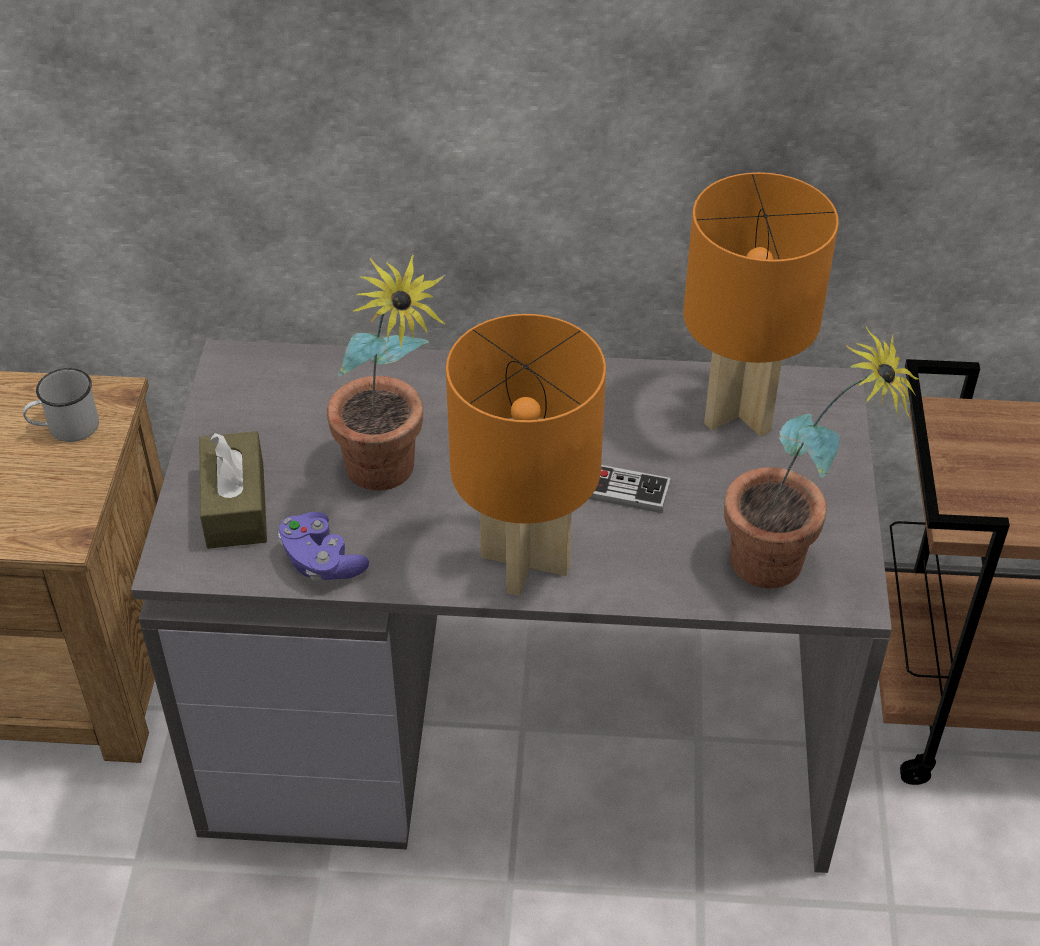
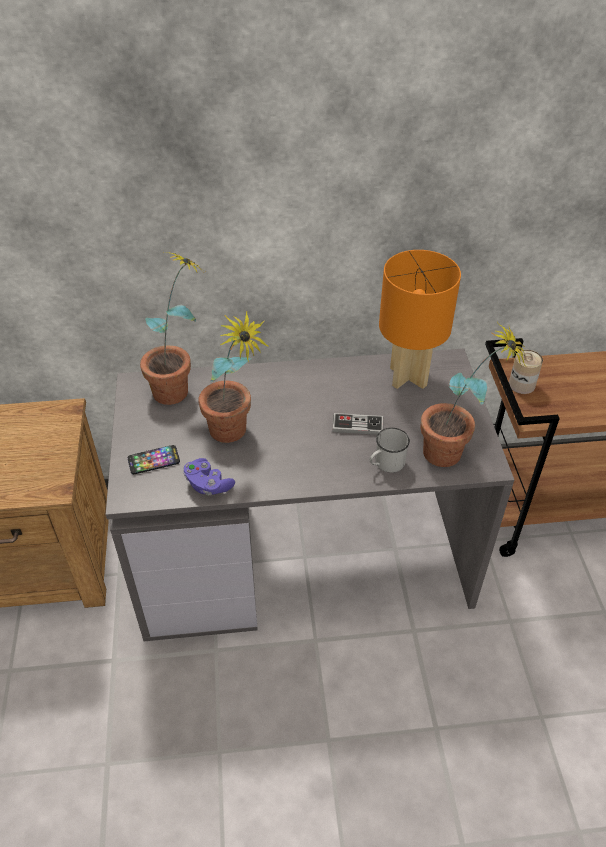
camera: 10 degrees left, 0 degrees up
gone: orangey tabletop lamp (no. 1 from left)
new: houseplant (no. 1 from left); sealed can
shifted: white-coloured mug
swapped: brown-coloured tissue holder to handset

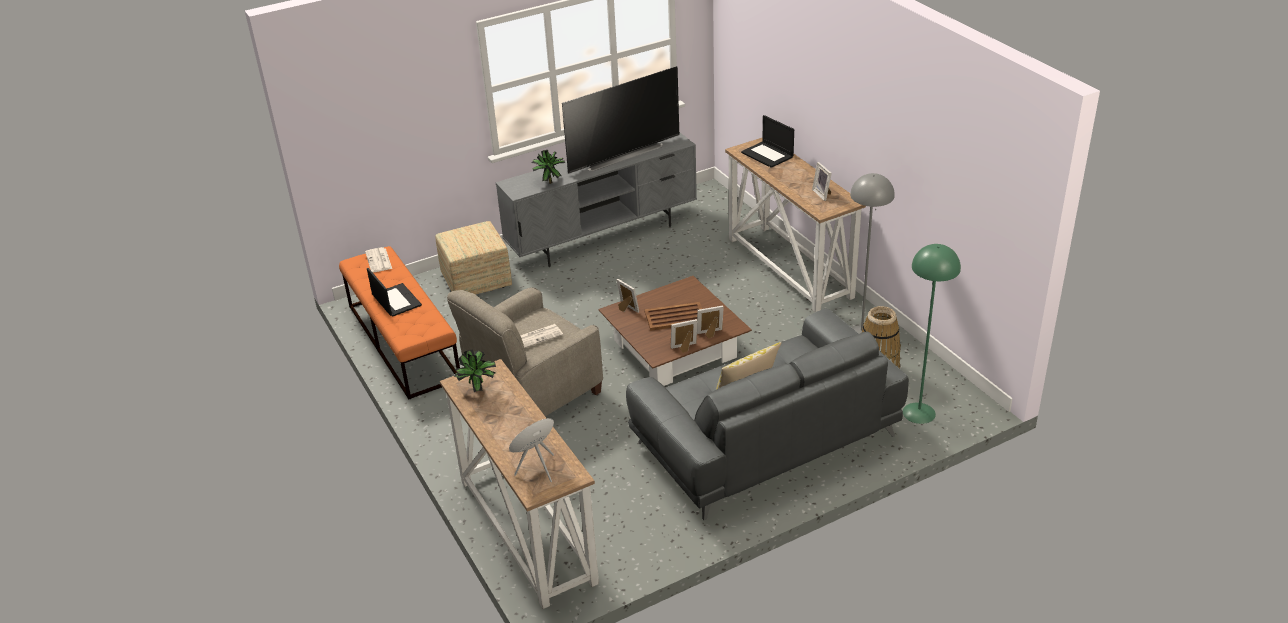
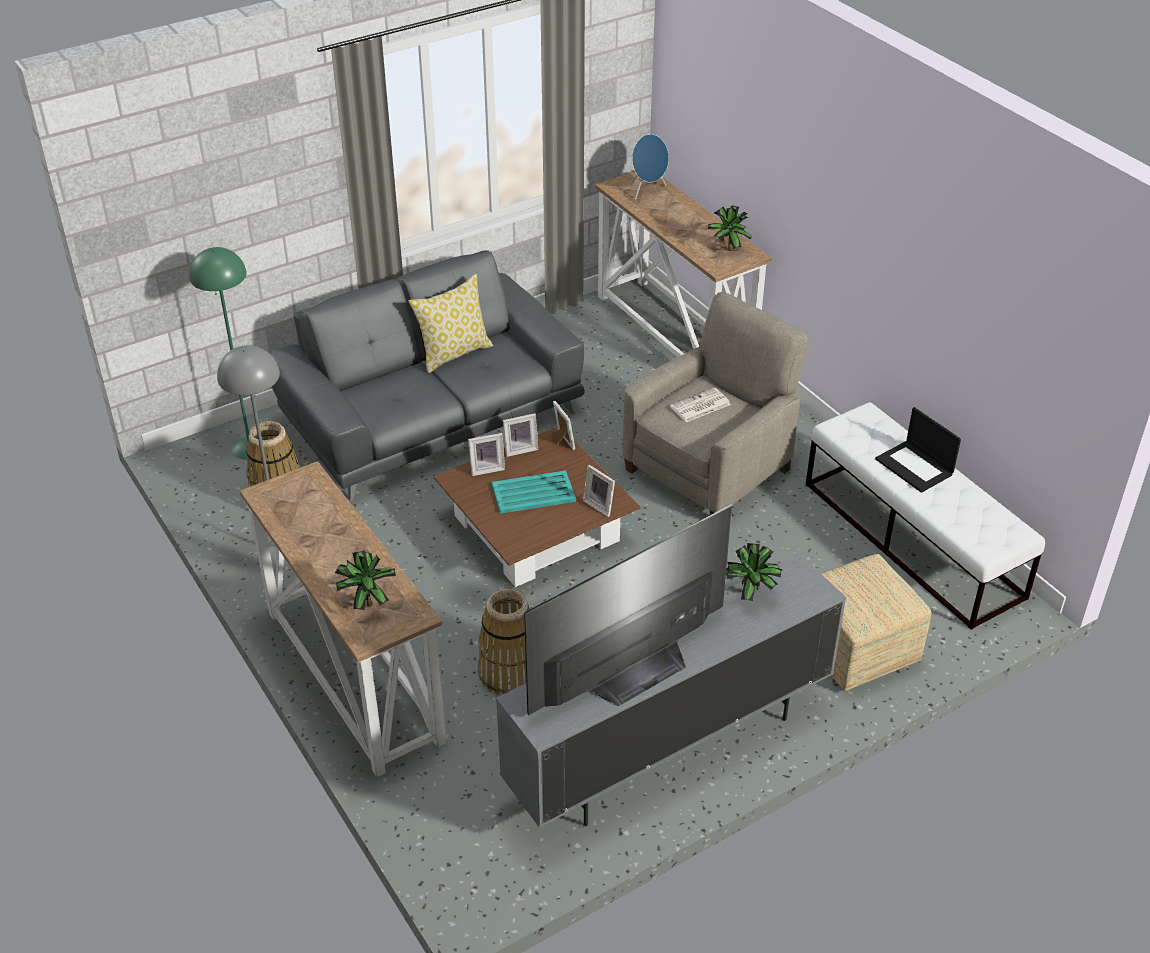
camera: 175 degrees right, 5 degrees up
gone: daily paper (no. 1 from left)
new: basket (no. 2 from left)
shifted: standing frame (no. 4 from left in the first image) to standing frame (no. 3 from left)
swapped: notebook computer (no. 2 from left) to houseplant (no. 1 from left)
repainted: brown-coloured tray to blue-green tray; orangey indoor bench to white-coloured indoor bench

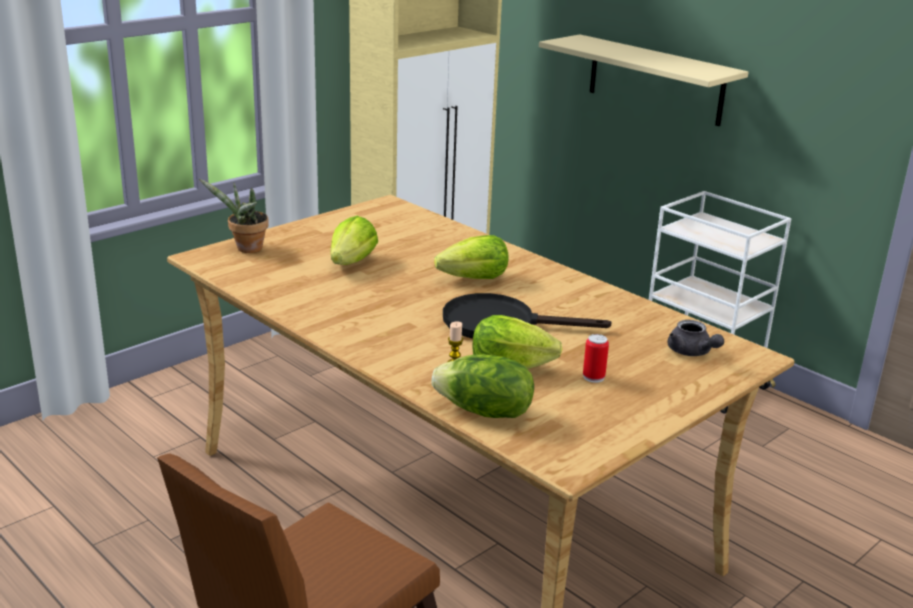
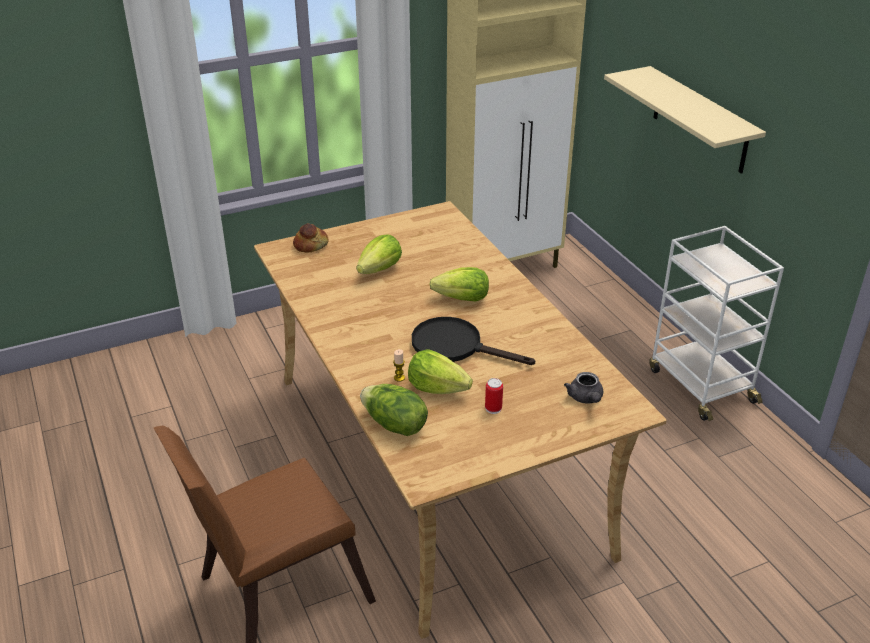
camera: 20 degrees right, 10 degrees up
swapped: houseplant to bread

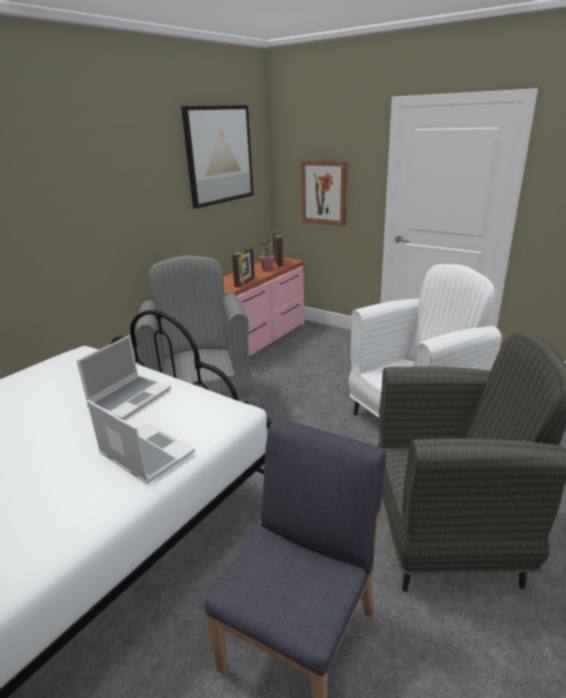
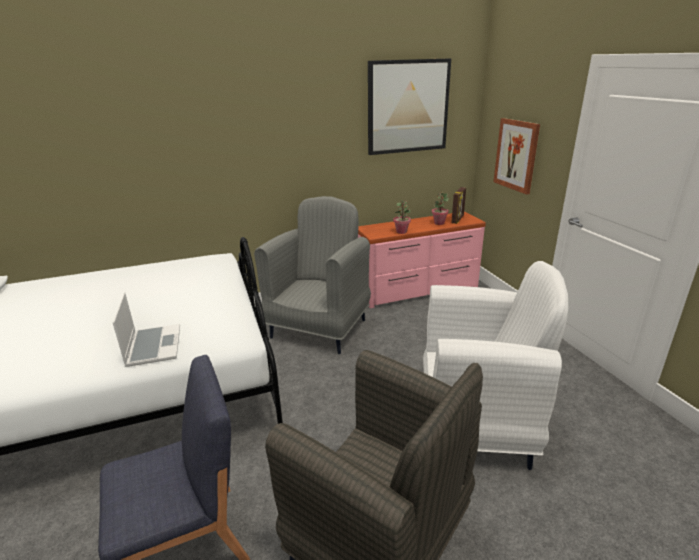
camera: 35 degrees right, 0 degrees up
gone: notebook computer (no. 1 from left)
swapped: standing frame (no. 1 from left) to houseplant (no. 1 from left)

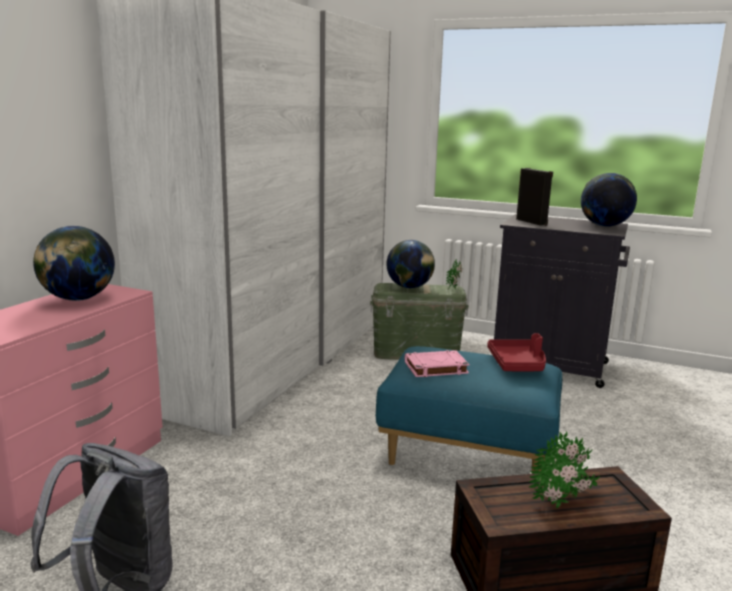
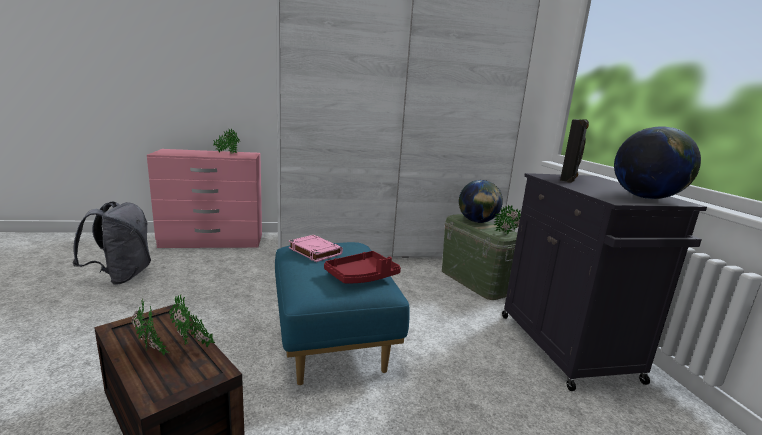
camera: 55 degrees right, 0 degrees up
swapped: desk globe (no. 1 from left) to houseplant (no. 3 from left)

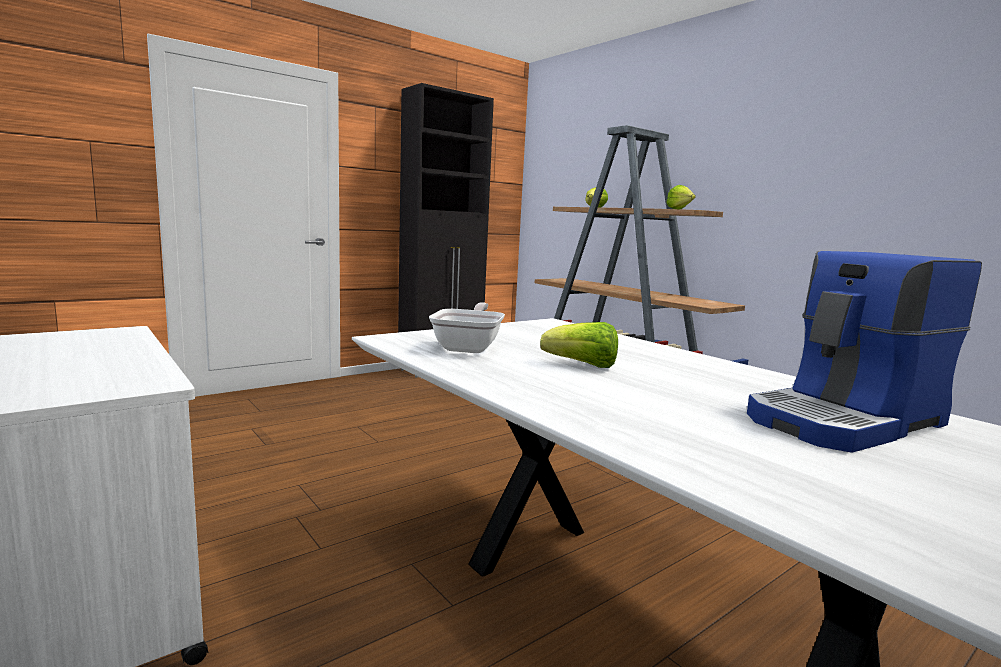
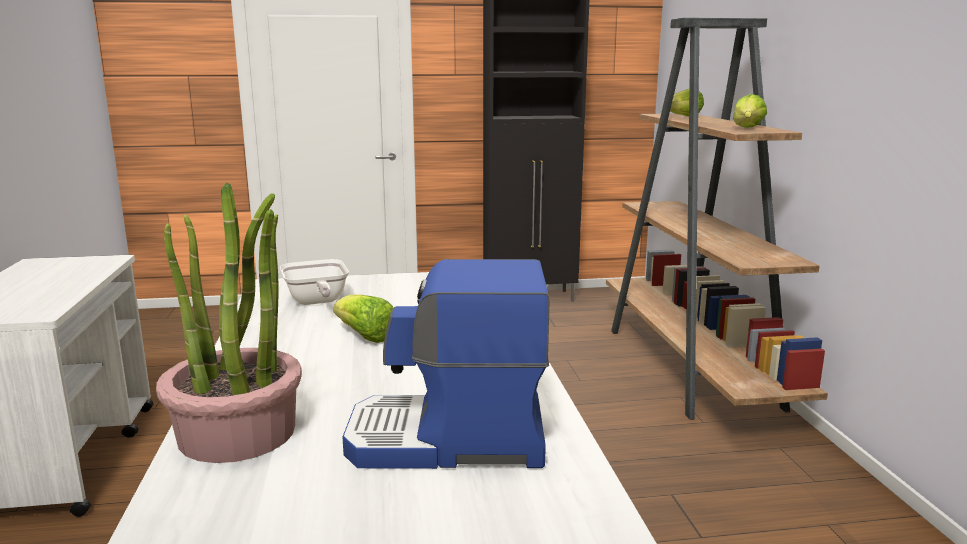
camera: 30 degrees right, 5 degrees up
new: houseplant
rotated: pan 120 degrees clockwise

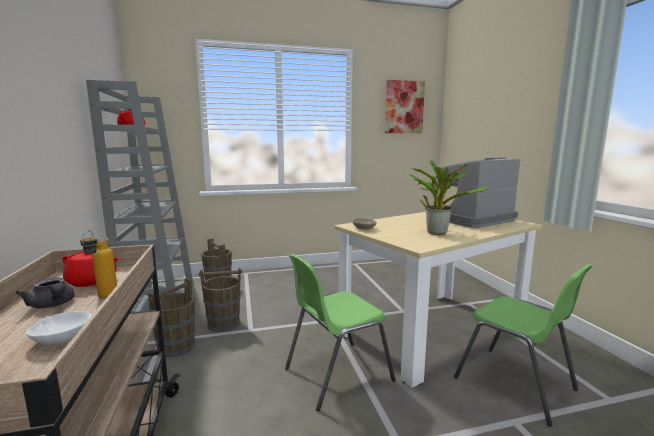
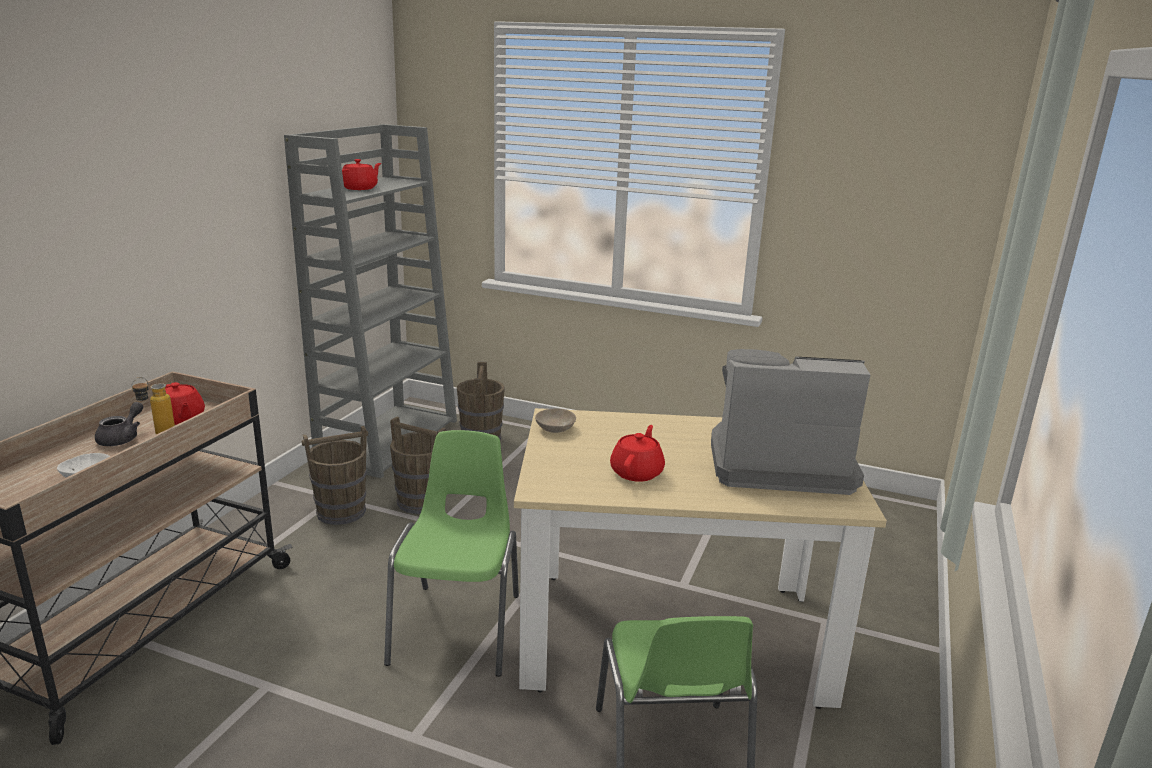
camera: 35 degrees right, 10 degrees up
gone: wall picture
swapped: houseplant to red-coloured pot for tea (no. 3 from left)
rotated: greyish pot for tea 150 degrees counterclockwise; green-coloured upright chair (no. 1 from left) 90 degrees clockwise

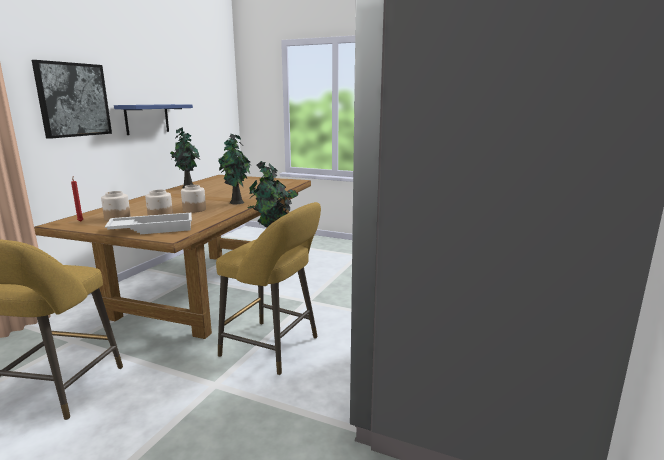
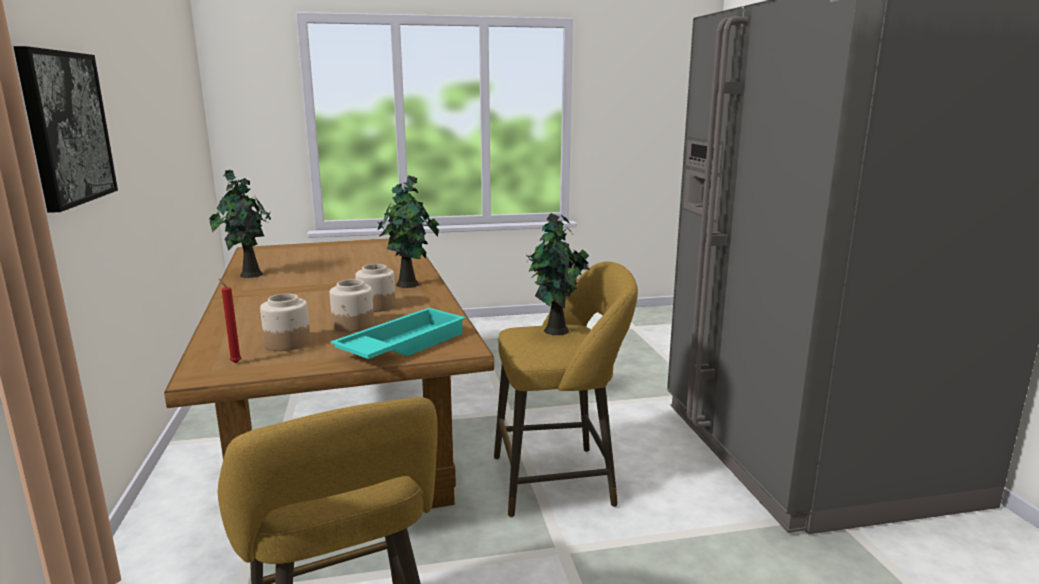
camera: 35 degrees left, 0 degrees up
gone: blue-coloured wall shelf
repainted: white-coloured tray to blue-green tray

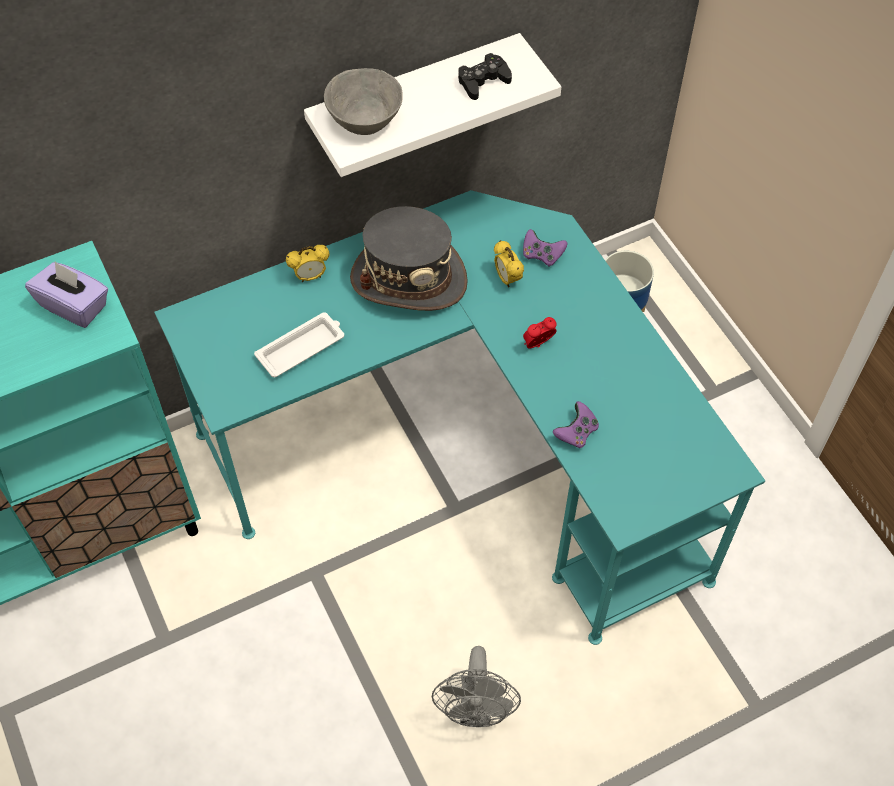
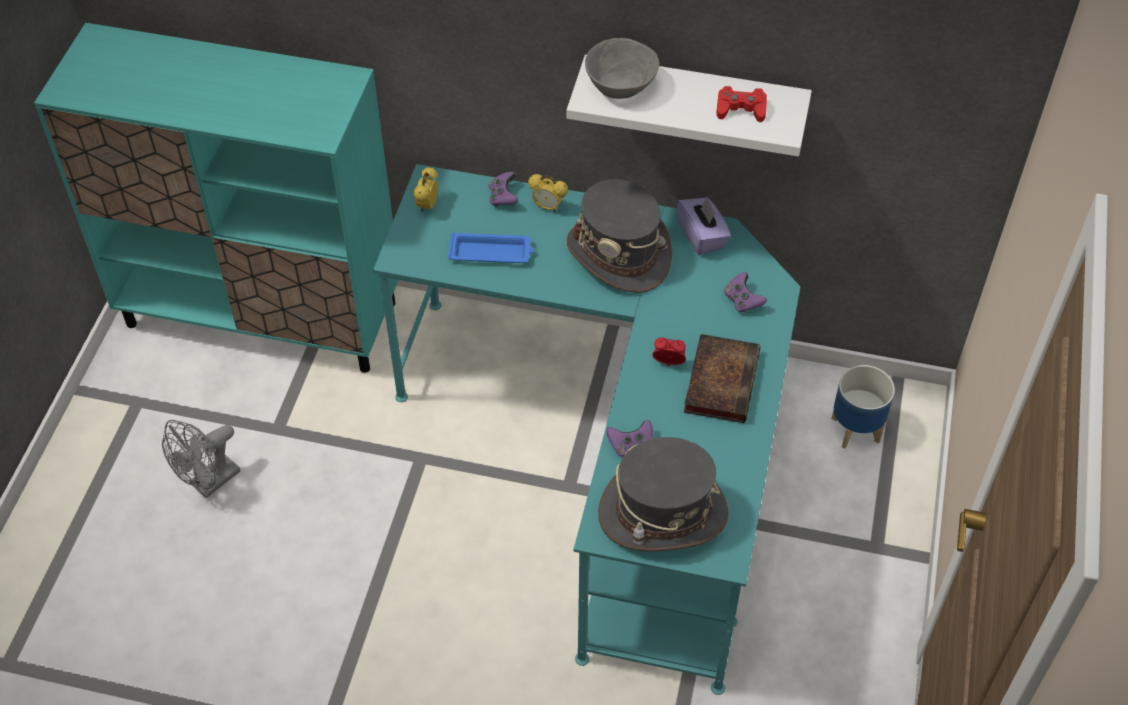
camera: 40 degrees right, 5 degrees down
new: purple gamepad (no. 1 from left); greyish hat (no. 2 from left); book
shifted: greyish electric fan; table clock (no. 2 from left in the first image) to table clock (no. 1 from left); purple tissue holder
repainted: white-coloured tray to blue-coloured tray; black gamepad to red-coloured gamepad

